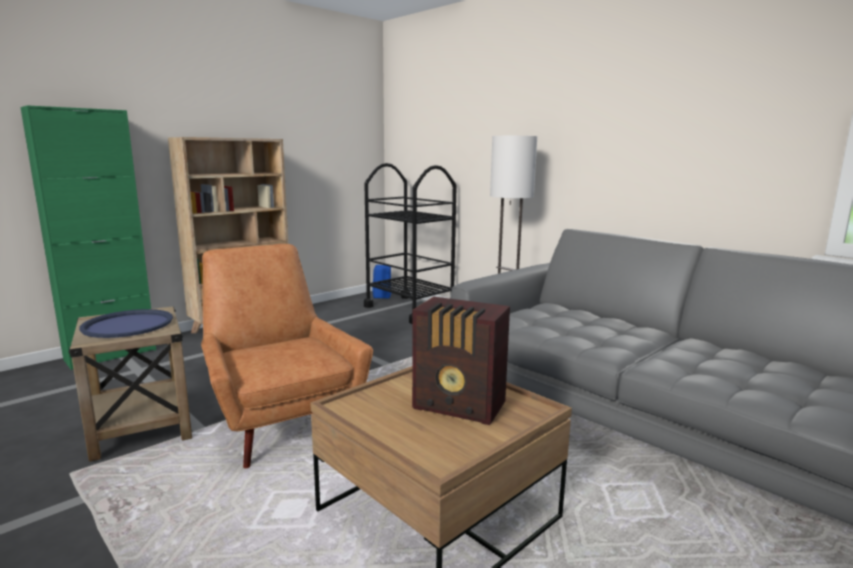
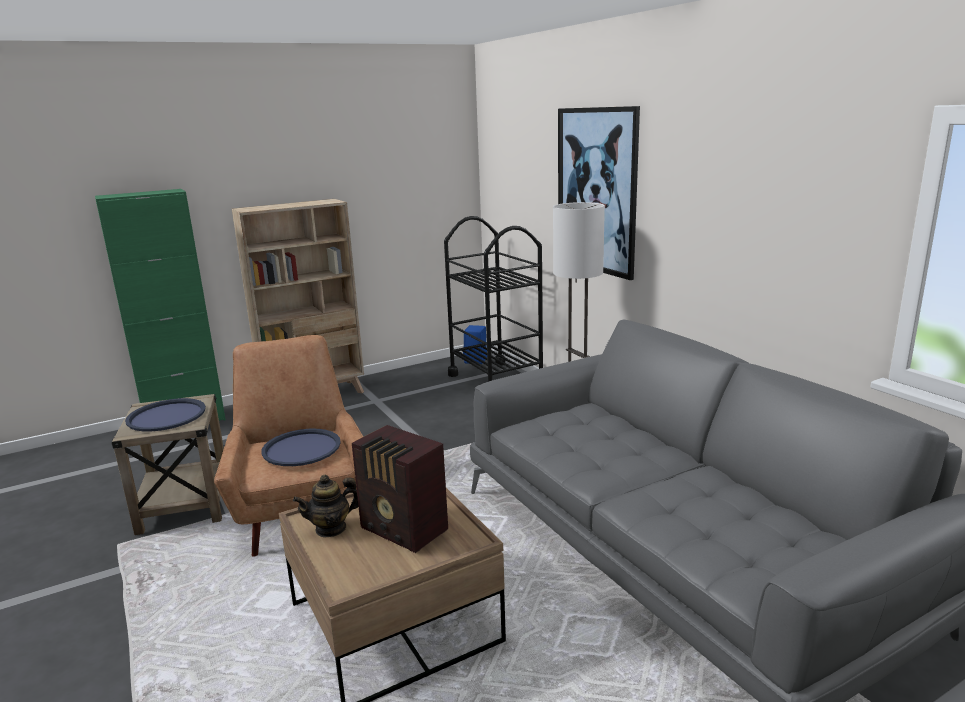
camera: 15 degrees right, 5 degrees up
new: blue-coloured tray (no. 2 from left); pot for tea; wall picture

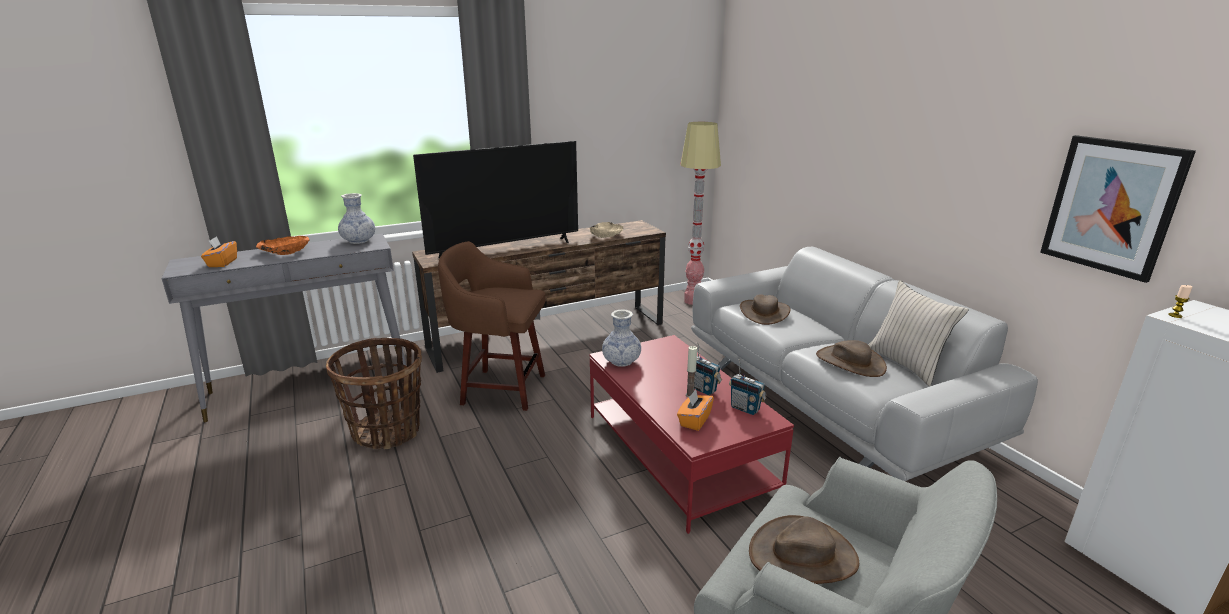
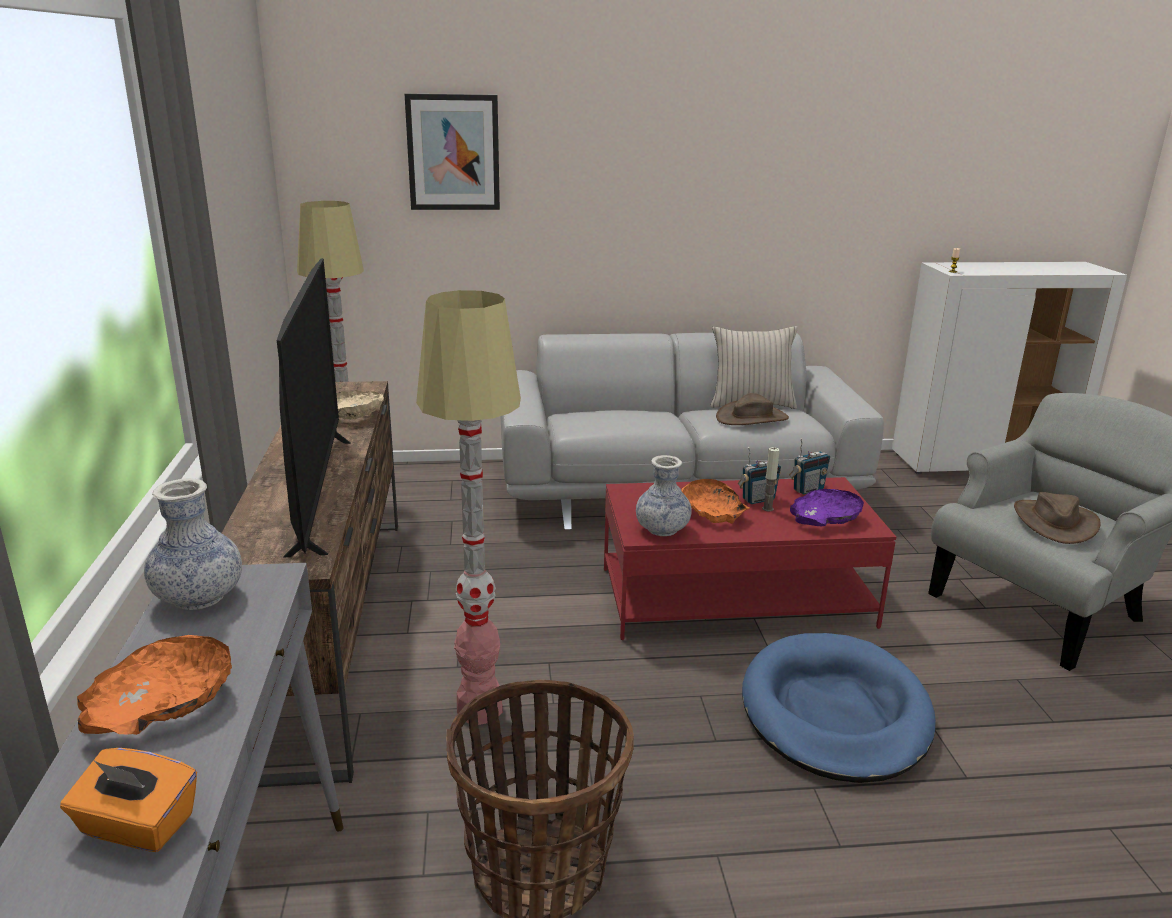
camera: 70 degrees left, 0 degrees up
gone: brown-coloured hat (no. 1 from left)
new: orangey serving bowl (no. 2 from left); blue-coloured pet bed
shifted: wall picture
swapped: brown-coloured stool to standing lamp (no. 2 from left); orangey tissue holder (no. 2 from left) to purple serving bowl

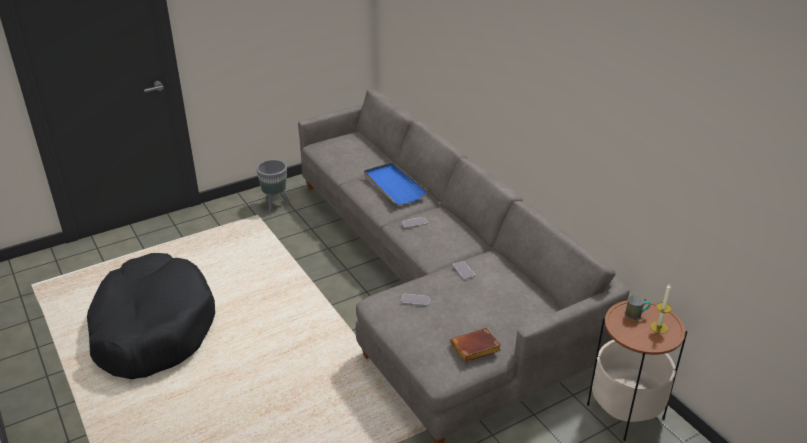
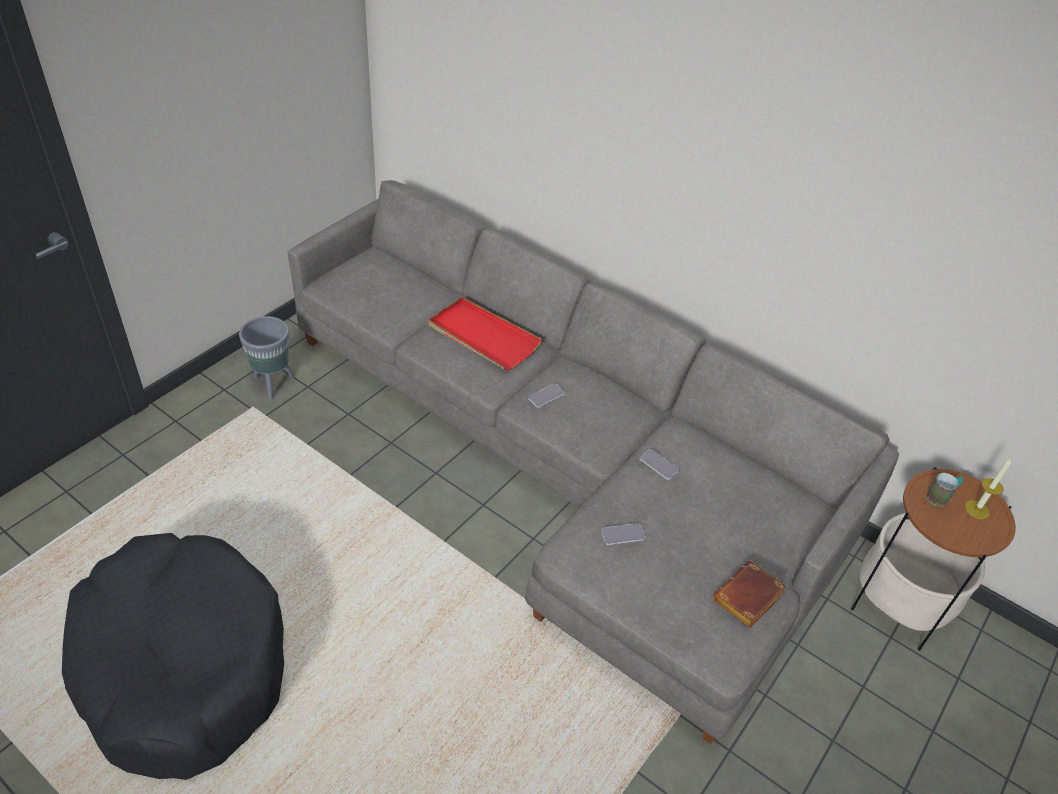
camera: 25 degrees left, 10 degrees up
repainted: blue-coloured tray to red-coloured tray

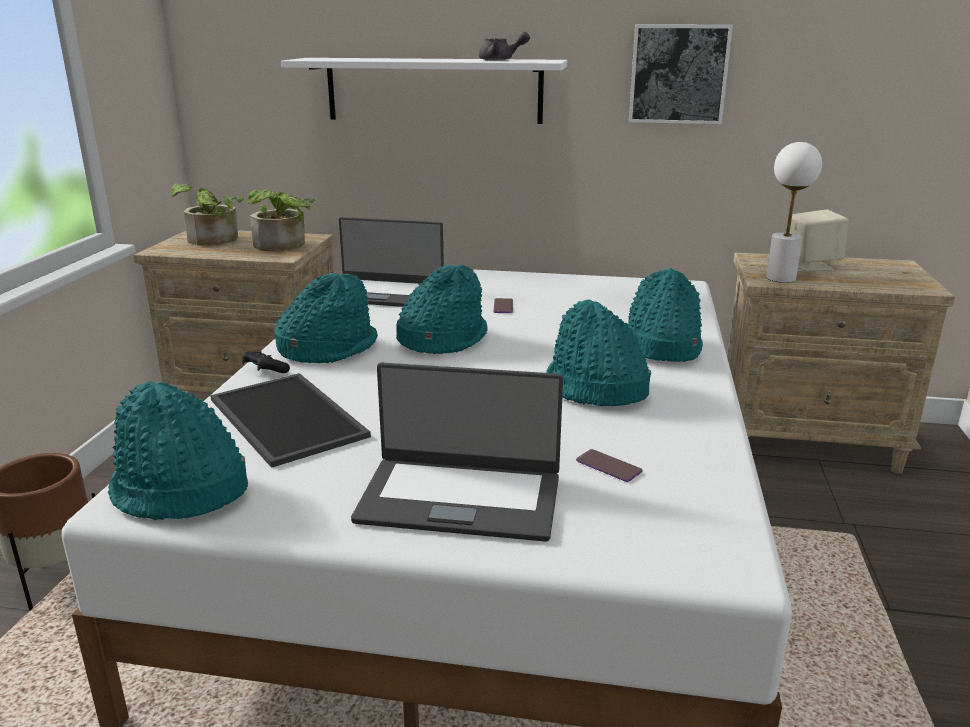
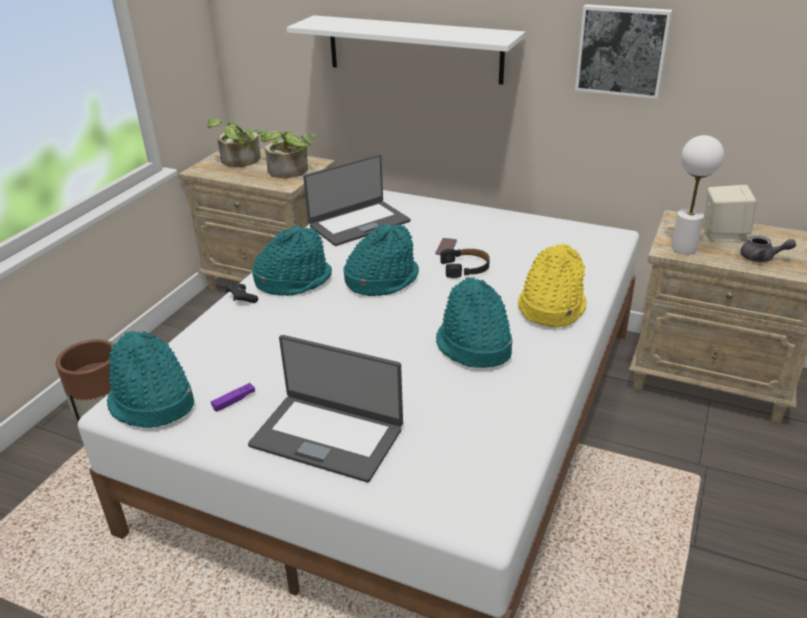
camera: 15 degrees right, 10 degrees up
gone: tray; handset (no. 2 from left)
new: purple gamepad; black headphones
shifted: greyish pot for tea
repainted: blue-green hat (no. 5 from left) to yellowish hat
rotated: notebook computer (no. 1 from left in the first image) 60 degrees counterclockwise

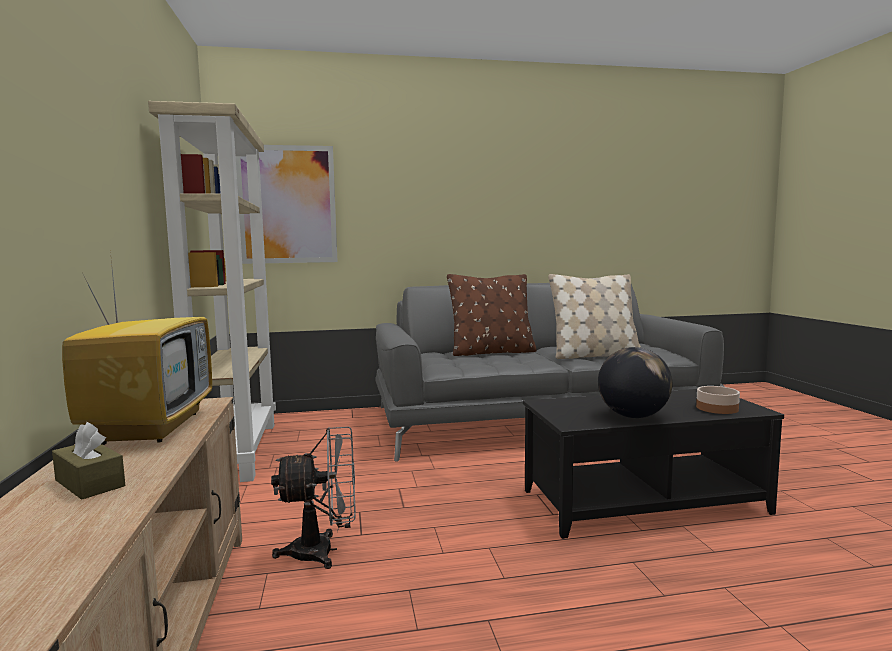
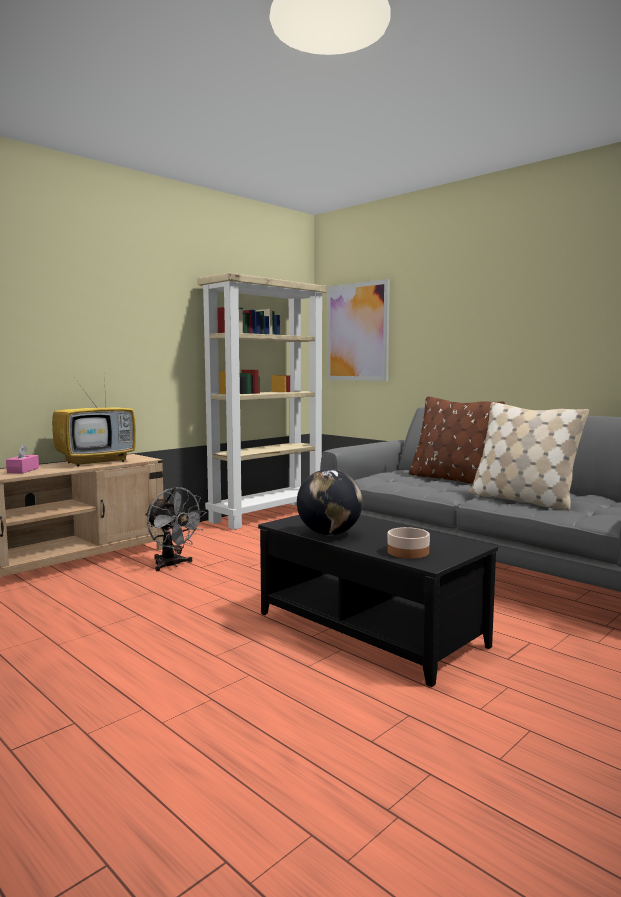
camera: 55 degrees right, 0 degrees up
repainted: brown-coloured tissue holder to pink tissue holder

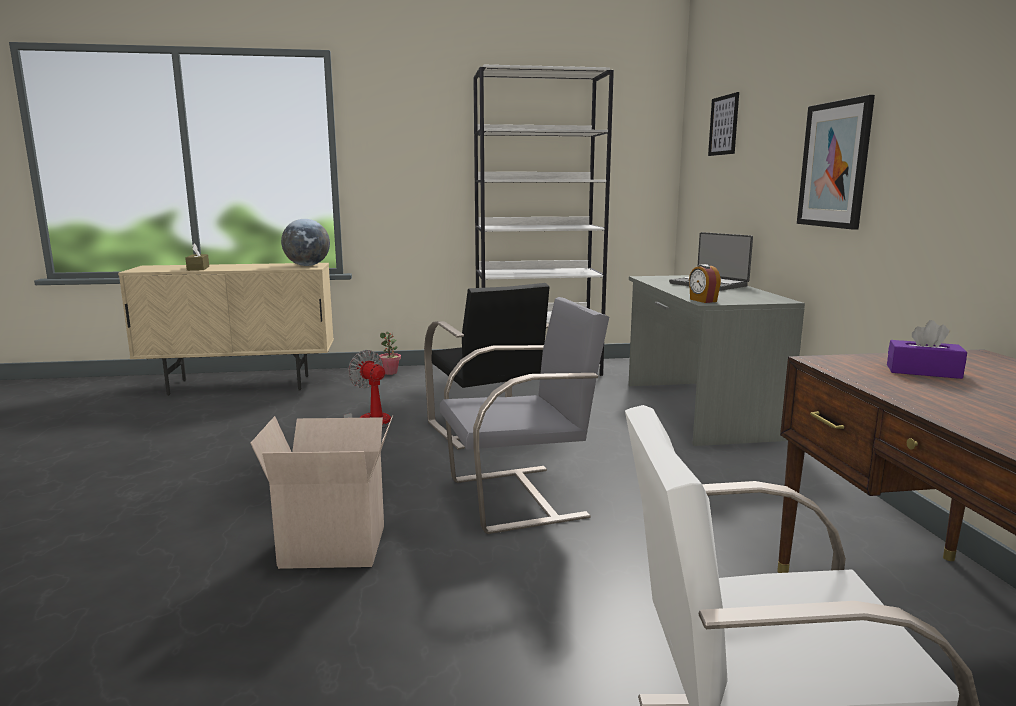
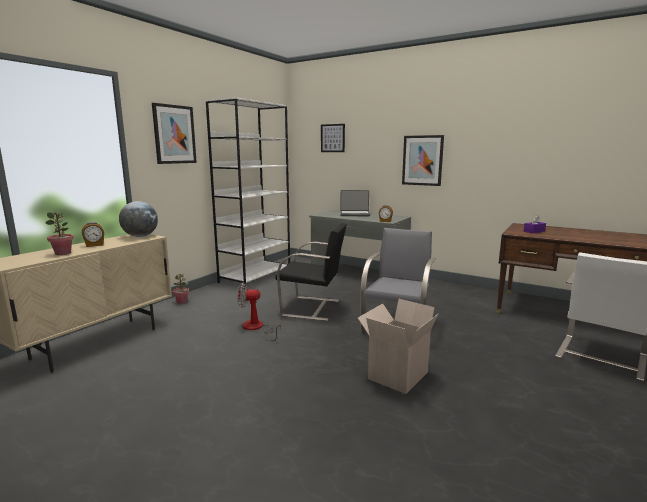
camera: 50 degrees left, 0 degrees up
new: table clock (no. 1 from left); wall picture (no. 1 from left)
swapped: brown-coloured tissue holder to houseplant (no. 1 from left)

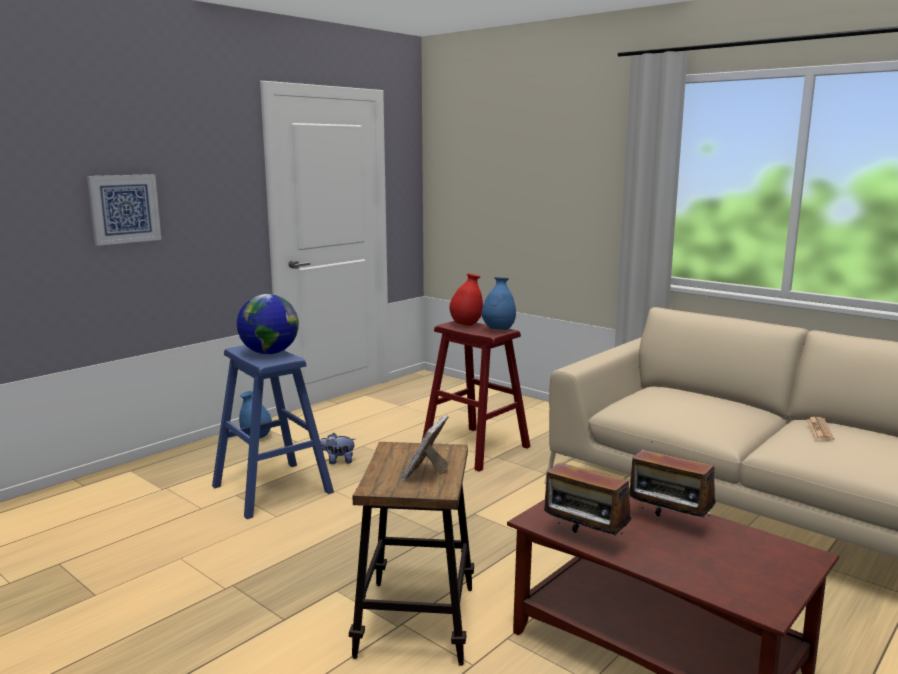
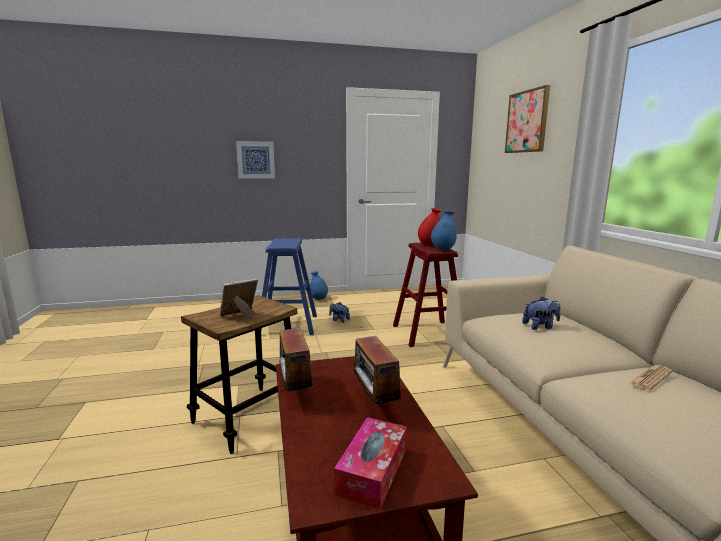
camera: 35 degrees right, 0 degrees up
gone: desk globe
new: tissue holder; wall picture (no. 2 from left); soft toy (no. 2 from left)

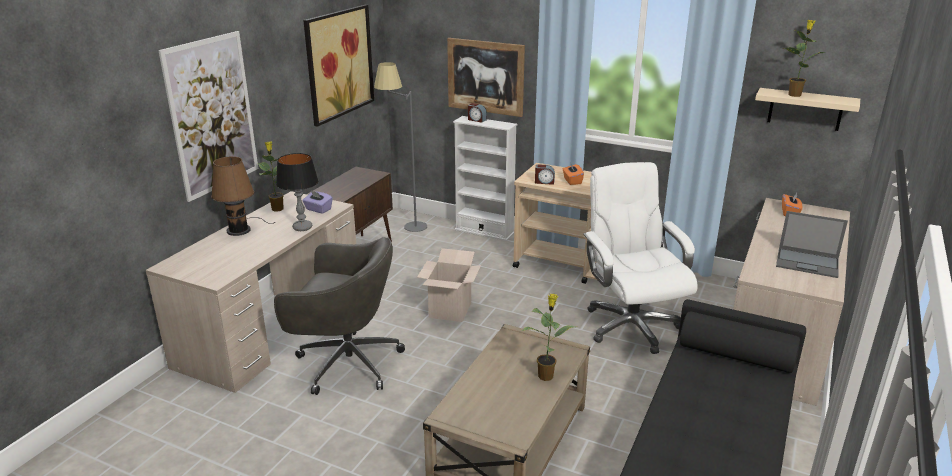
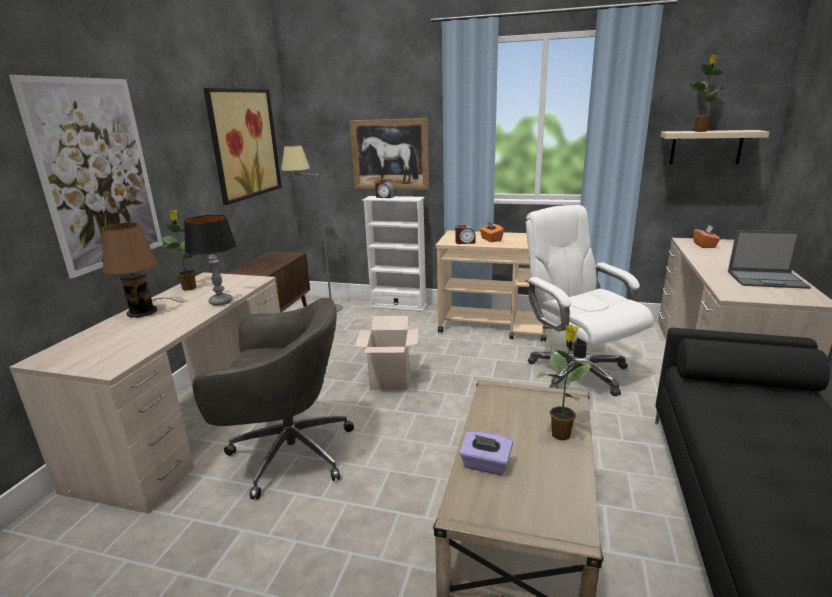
camera: 10 degrees left, 5 degrees down
shifted: purple tissue holder

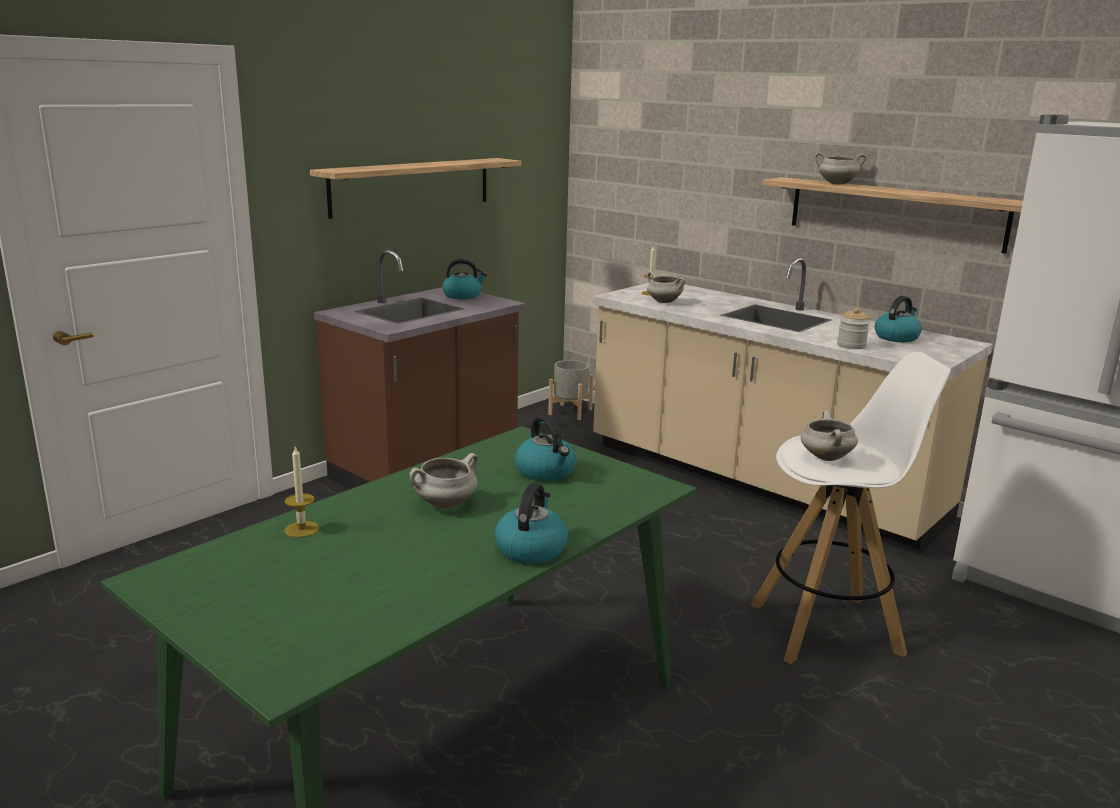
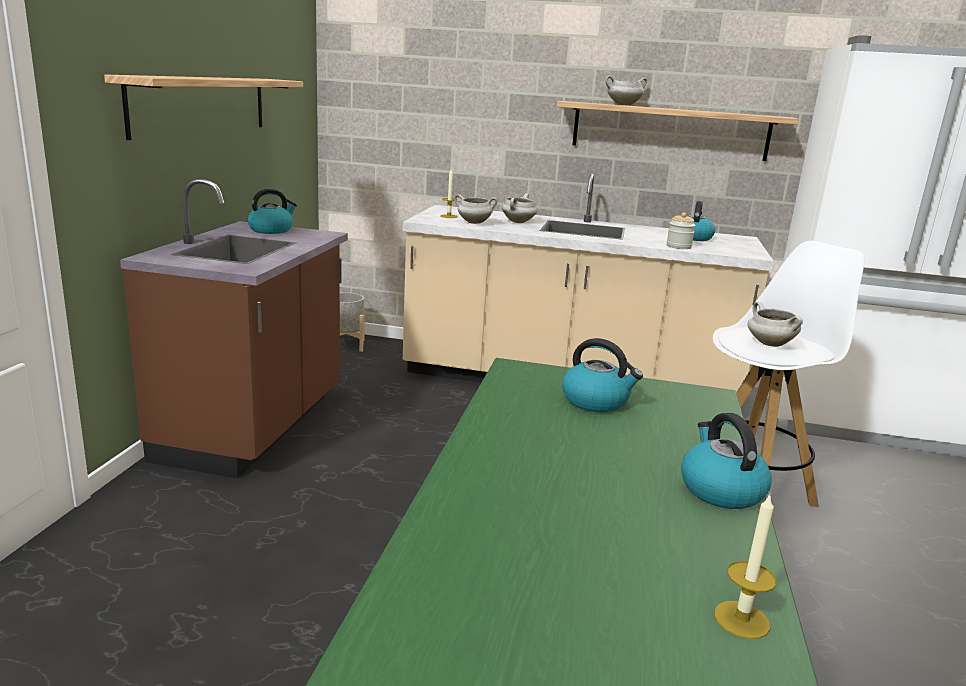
camera: 30 degrees left, 0 degrees up
shifted: white-coloured saucepot (no. 1 from left in the first image) to white-coloured saucepot (no. 2 from left); candle (no. 1 from left in the first image) to candle (no. 2 from left)

